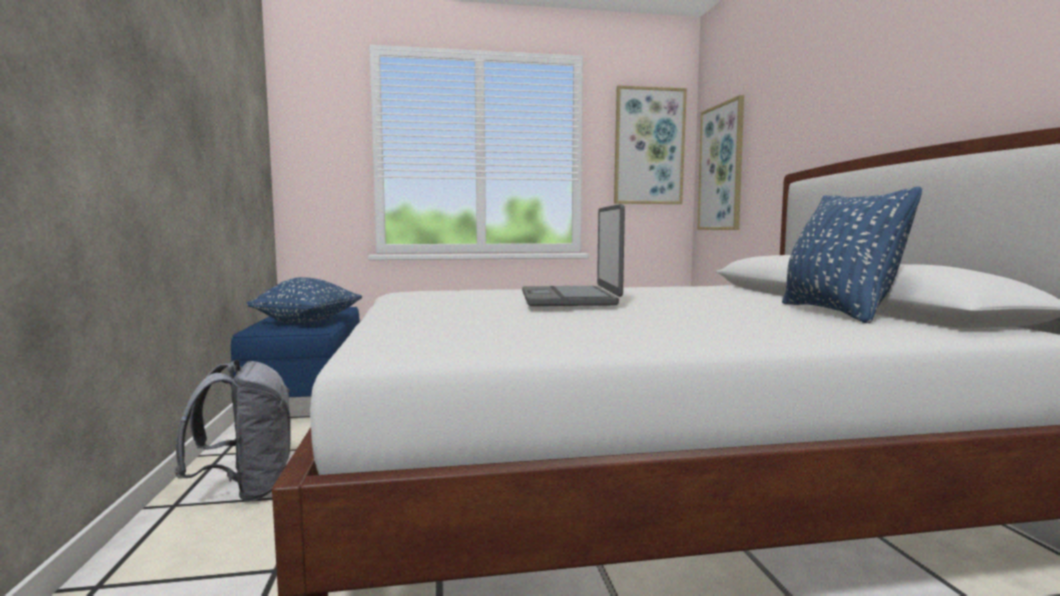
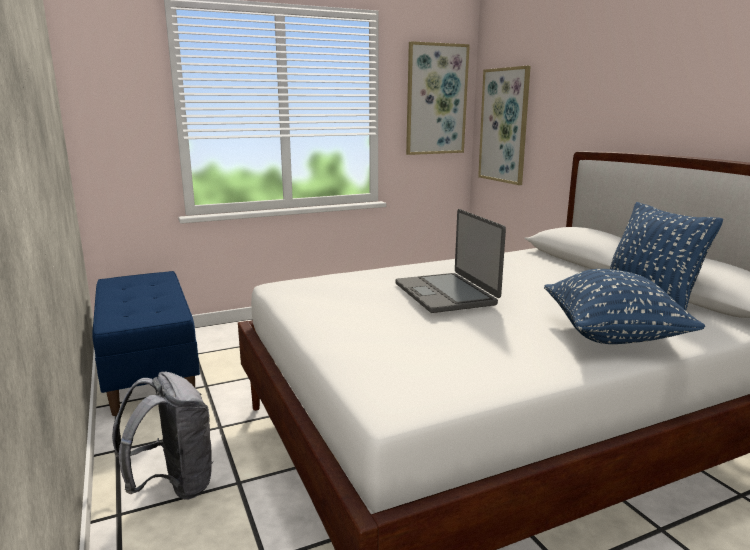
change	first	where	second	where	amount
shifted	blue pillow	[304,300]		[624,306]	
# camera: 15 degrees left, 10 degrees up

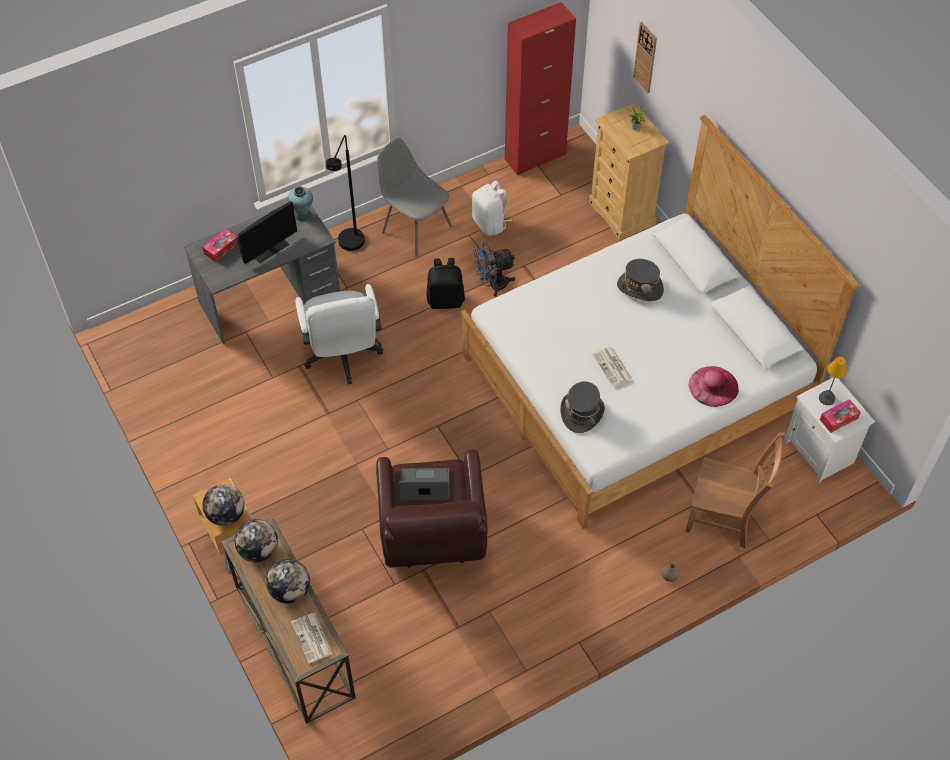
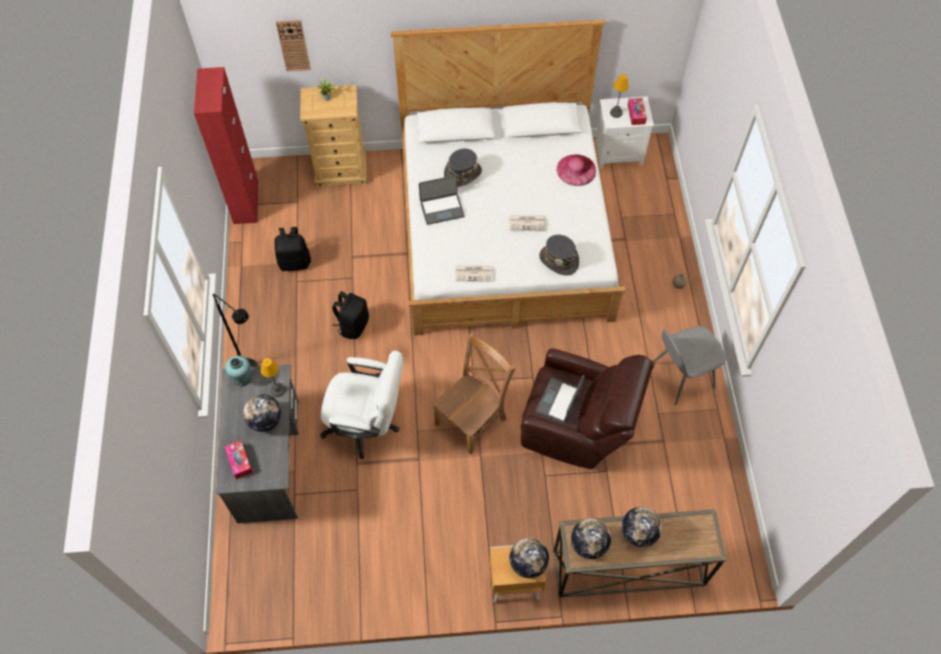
change	first	where	second	where	amount
gone	blue fan	[494,269]			
new			table lamp	[273,377]	
new			laptop	[441,200]	
shifted	newspaper	[311,638]		[473,273]	
shifted	grey chair	[414,197]		[689,365]	
shifted	brown chair	[735,490]		[474,393]	
swapped	monitor	[267,232]	globe	[262,413]	
repainted	white backpack	[492,208]	black backpack	[292,249]	
# camera: 65 degrees left, 5 degrees up

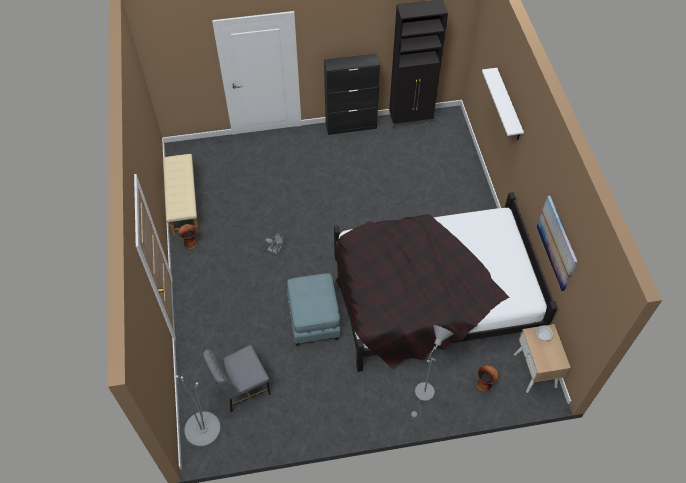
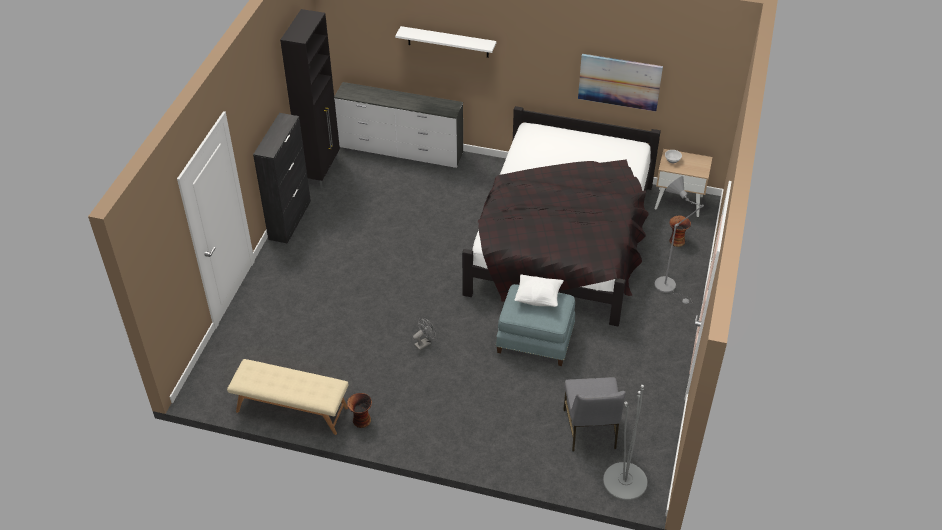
change	first	where	second	where	amount
new			white dresser	[398,125]	
new			white pillow	[539,291]	
# camera: 65 degrees left, 10 degrees down

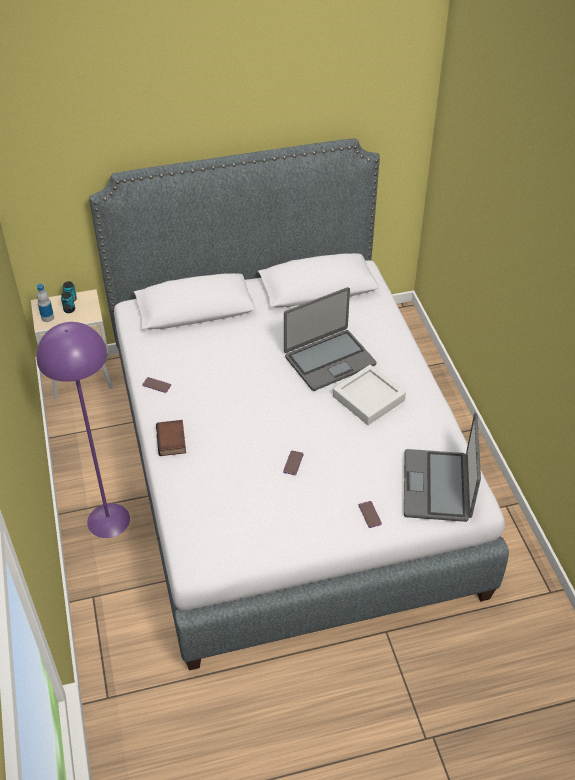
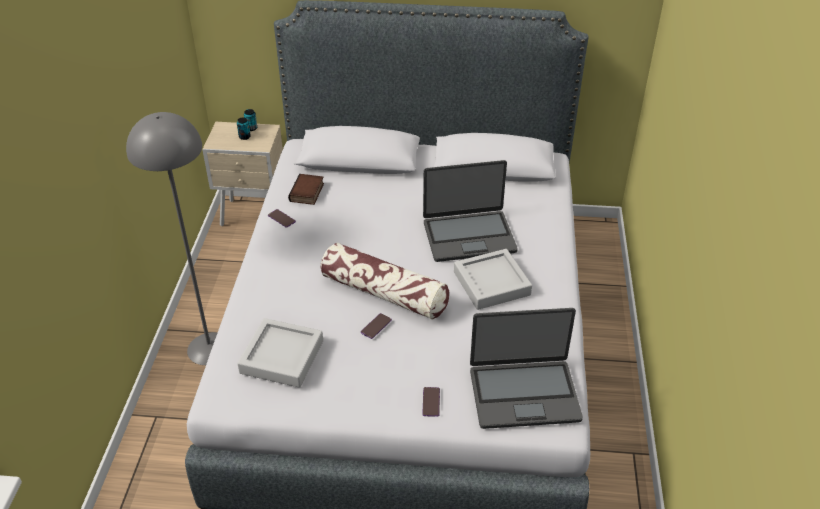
change	first	where	second	where	amount
gone	bottle	[45,303]			
new			grey tray	[280,353]	
new			pillow	[385,281]	
shifted	book	[171,438]		[306,189]	
repainted	purple floor lamp	[83,430]	grey floor lamp	[171,238]	
rotated	laptop	[442,467]		[526,368]	120 degrees counterclockwise
# camera: 20 degrees right, 5 degrees down

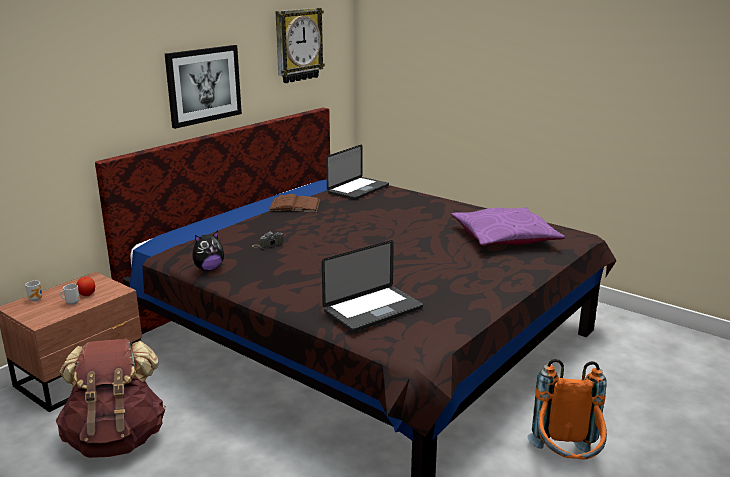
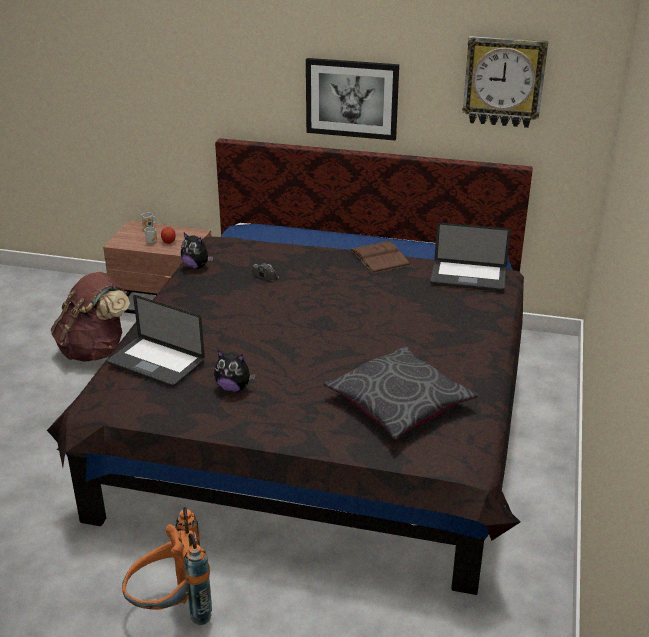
change	first	where	second	where	amount
new			plush toy	[235,371]	
repainted	purple pillow	[508,226]	grey pillow	[401,393]	
# camera: 65 degrees right, 10 degrees up

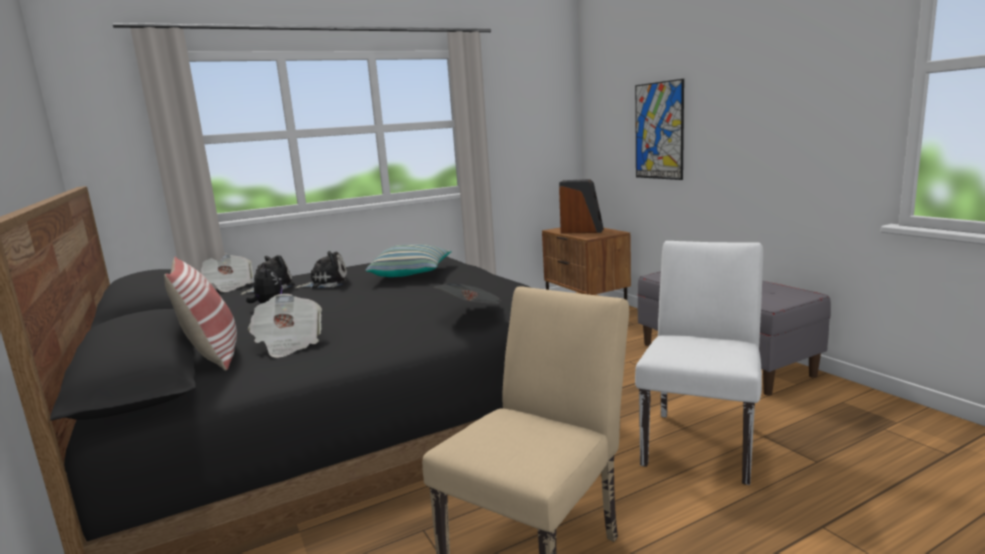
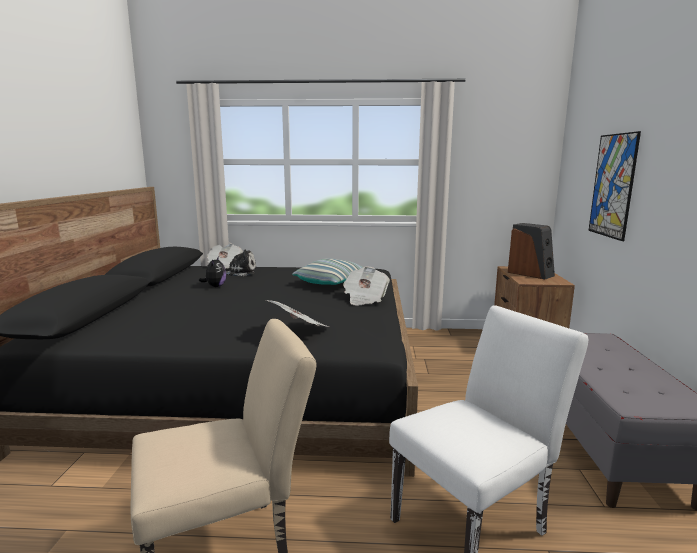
change	first	where	second	where	amount
gone	pillow	[200,313]			
gone	plush toy	[321,269]			
shifted	newspaper	[285,326]		[366,286]	
# camera: 30 degrees right, 0 degrees up

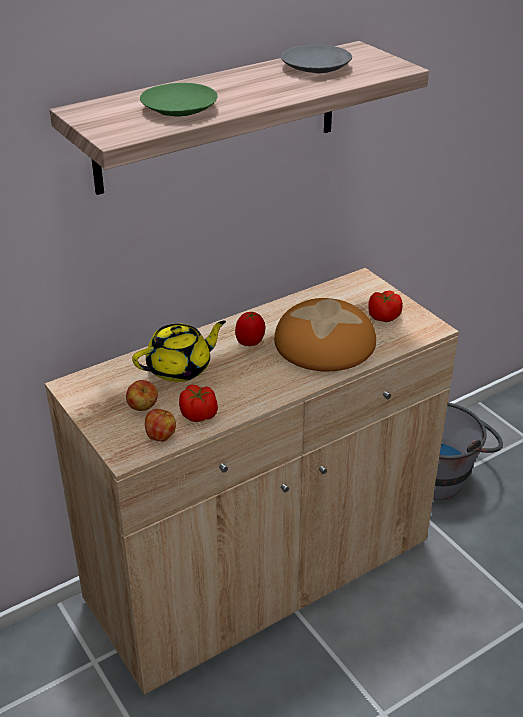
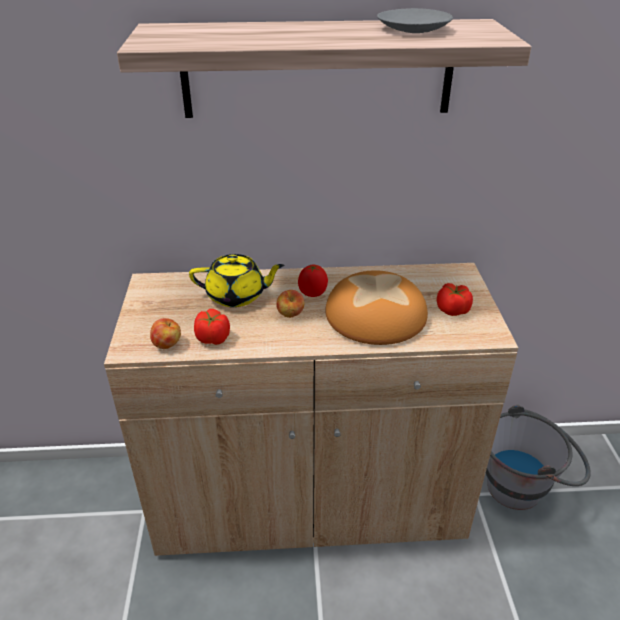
change	first	where	second	where	amount
gone	green plate	[179,99]			
shifted	apple	[142,395]		[290,304]	
# camera: 30 degrees right, 0 degrees up

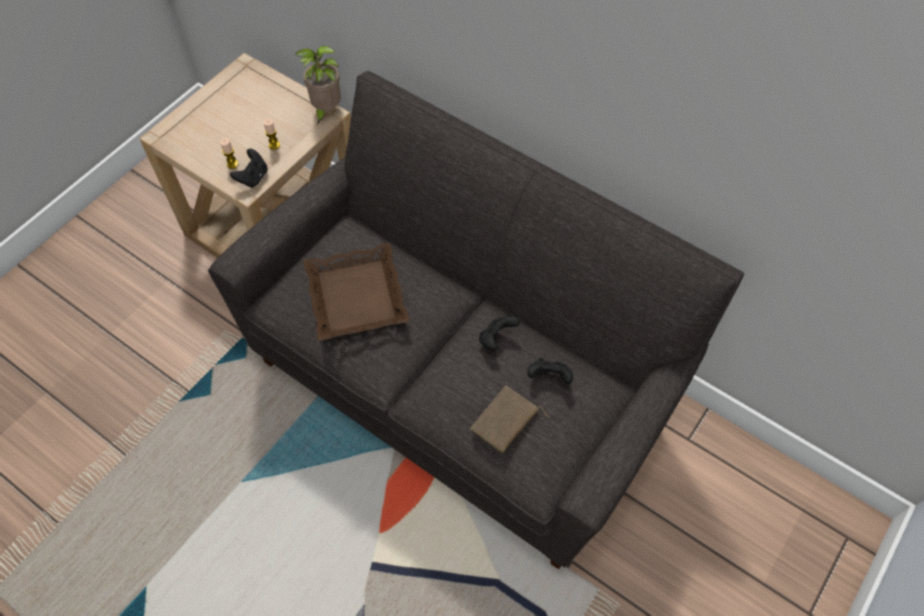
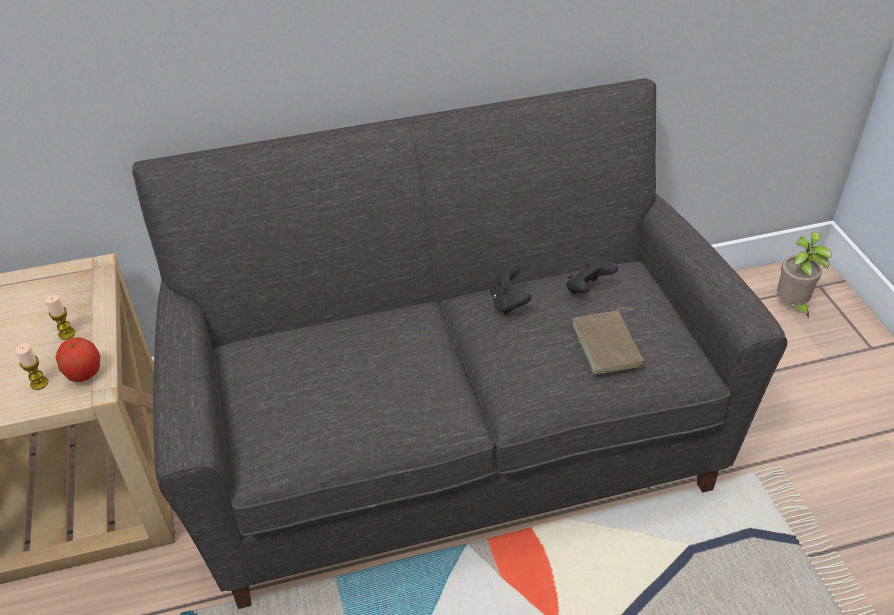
change	first	where	second	where	amount
gone	brown tray	[356,292]			
shifted	potted plant	[318,85]		[804,274]	
swapped	black game controller	[249,168]	apple	[77,359]	
# camera: 50 degrees left, 15 degrees down

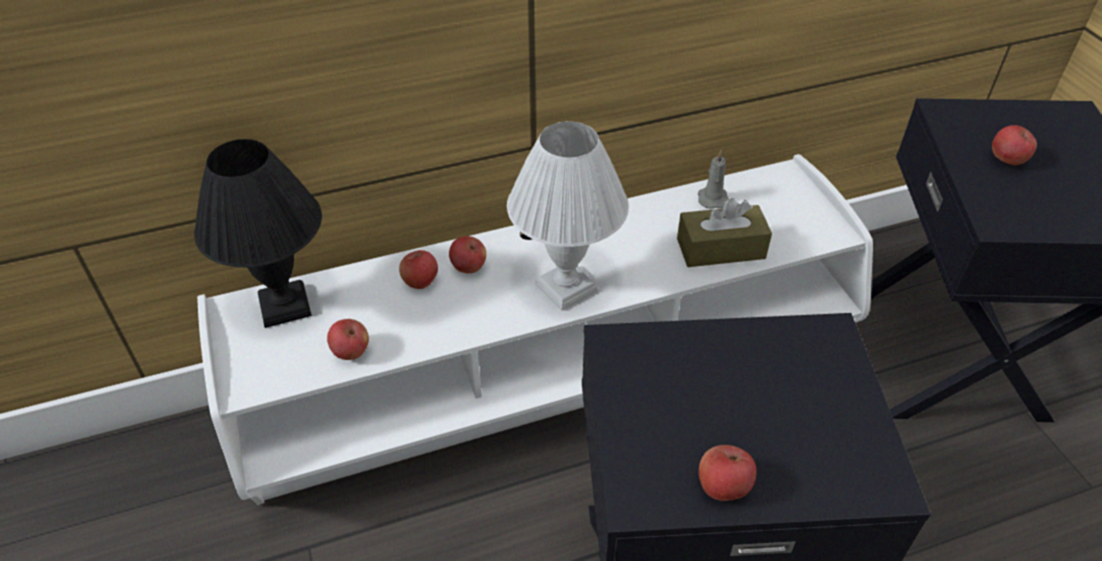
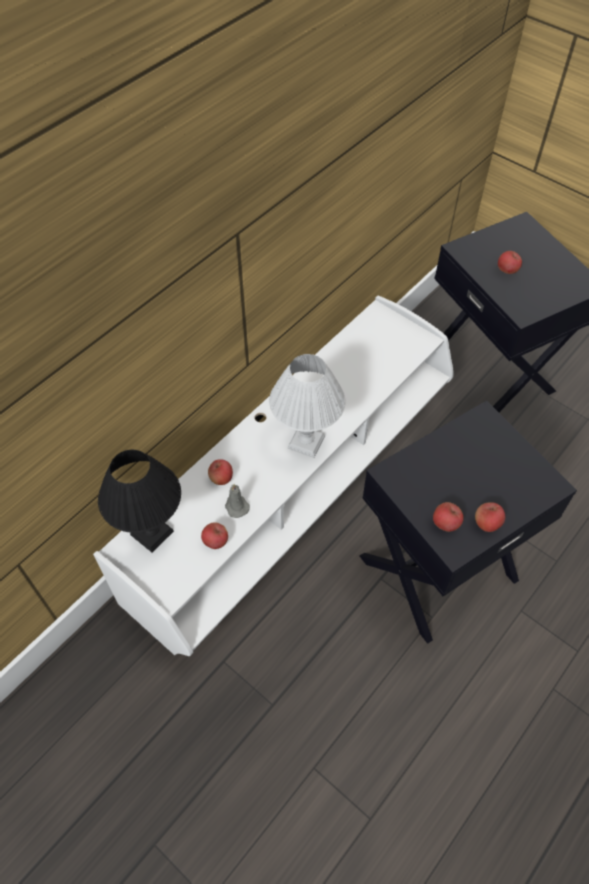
change	first	where	second	where	amount
gone	brown tissue box	[724,232]			
shifted	apple	[467,254]		[448,517]	
shifted	grey candle	[713,179]		[237,501]	
# camera: 30 degrees left, 10 degrees up

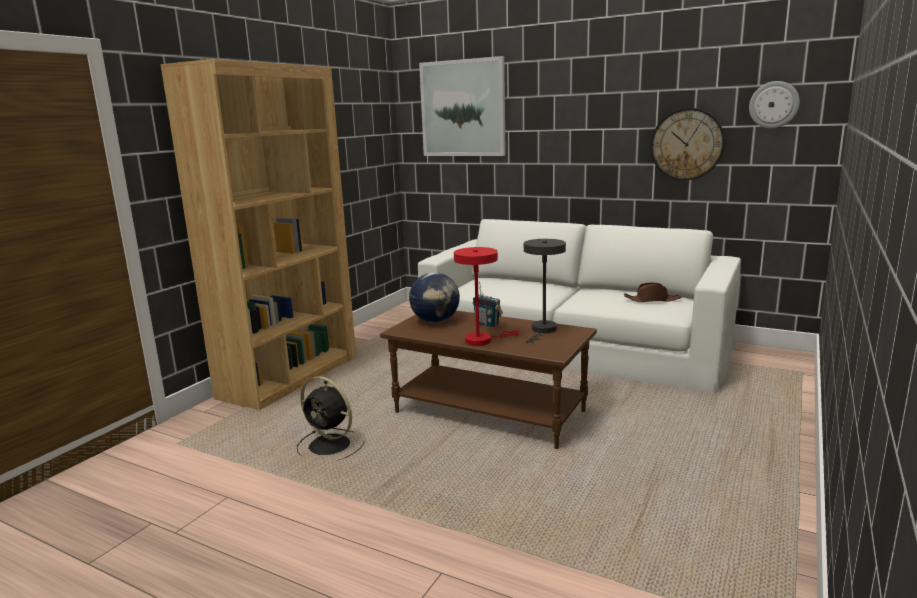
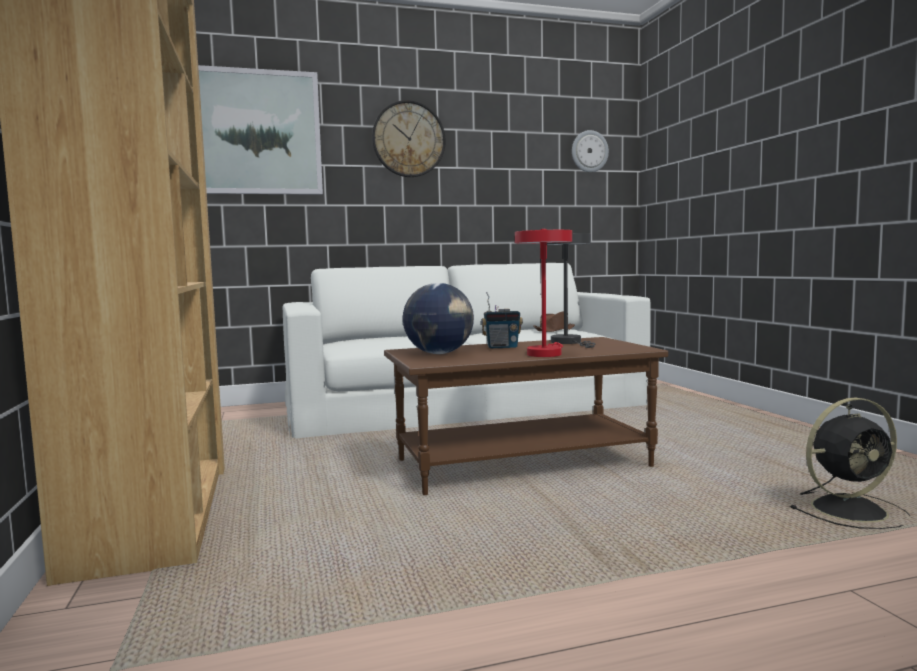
change	first	where	second	where	amount
shifted	black fan	[331,418]		[850,463]	
shifted	wall clock	[687,144]		[409,138]	
# camera: 45 degrees left, 10 degrees down

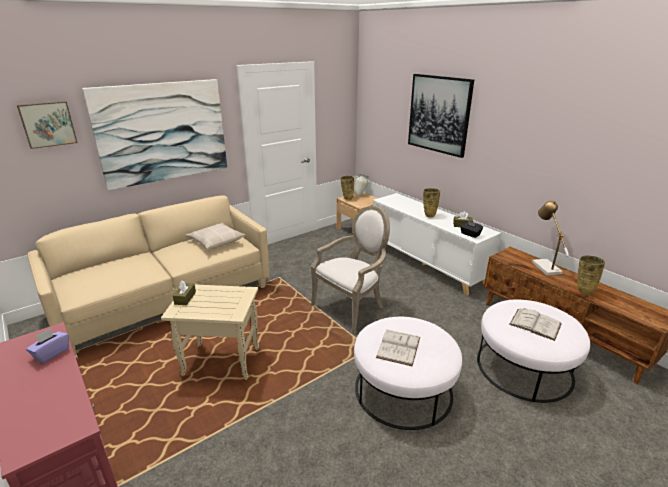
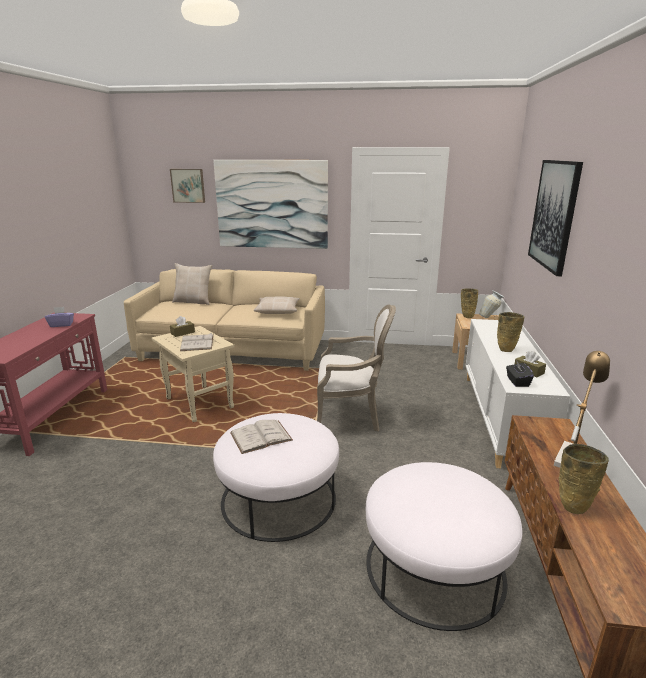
change	first	where	second	where	amount
new			beige pillow	[192,284]	
shifted	white book	[535,324]		[197,342]	
# camera: 45 degrees right, 5 degrees down

